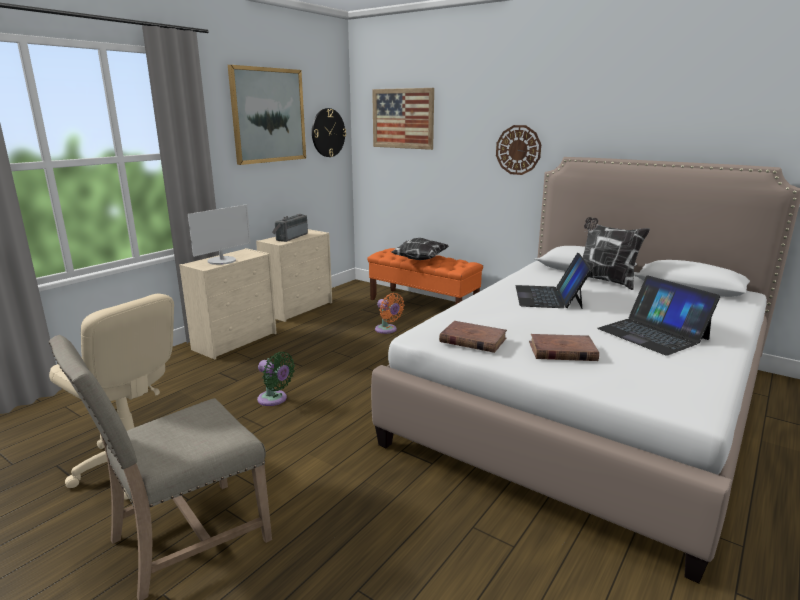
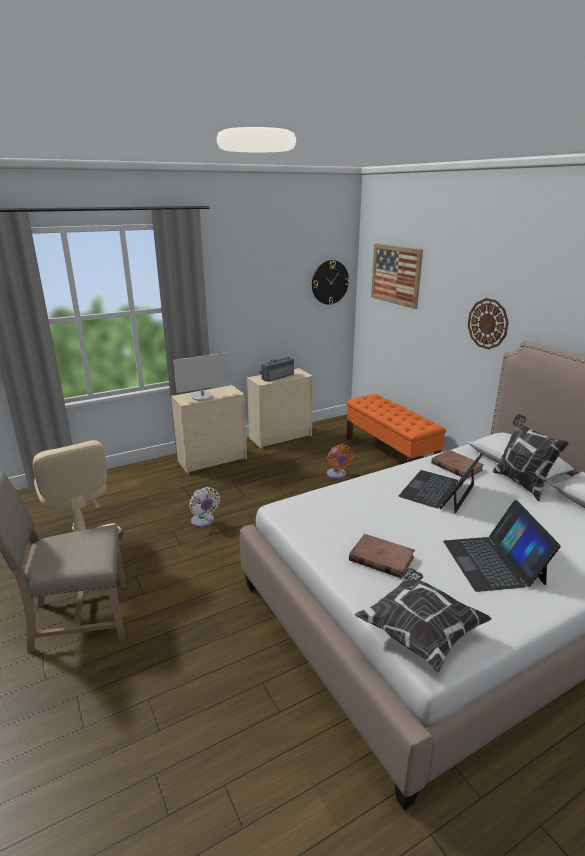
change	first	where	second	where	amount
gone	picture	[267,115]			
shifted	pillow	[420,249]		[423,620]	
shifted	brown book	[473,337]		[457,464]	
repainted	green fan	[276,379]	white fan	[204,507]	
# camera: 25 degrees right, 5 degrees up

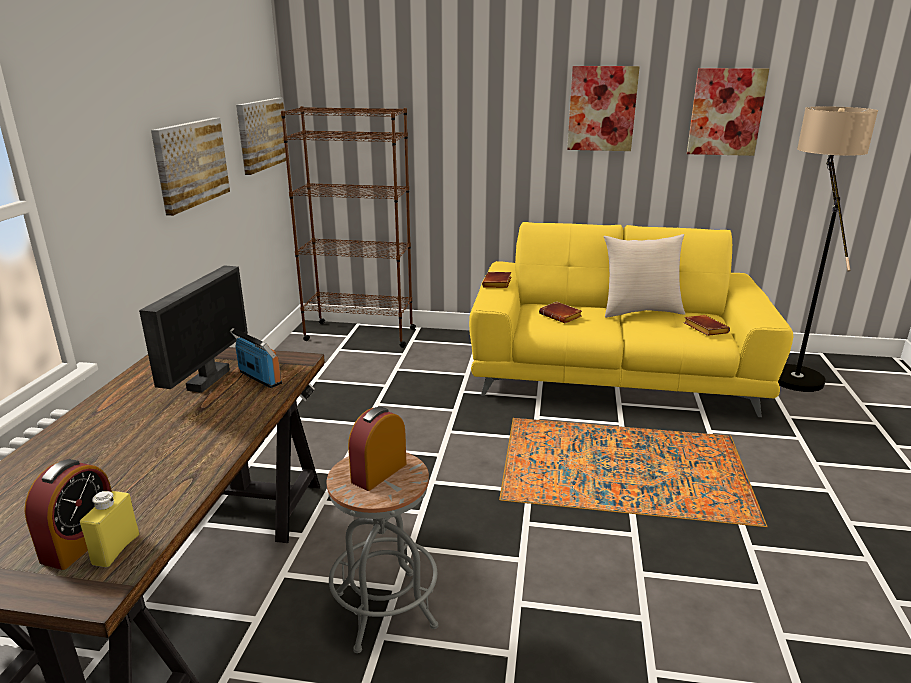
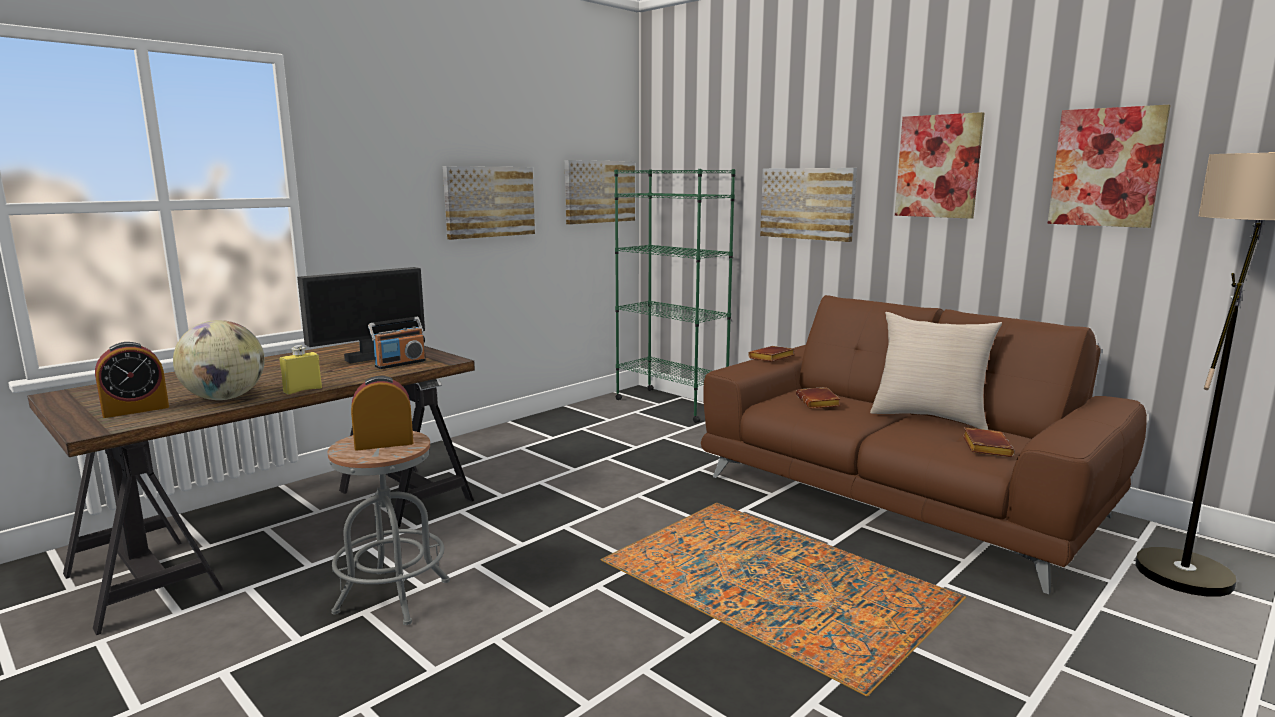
change	first	where	second	where	amount
new			globe	[219,360]	
new			picture	[808,205]	
shifted	yellow bottle	[109,529]		[301,370]	
repainted	brown bookcase	[348,227]	green bookcase	[675,296]	
repainted	yellow sofa	[631,319]	brown sofa	[924,444]	
rotated	radio	[256,358]		[397,343]	60 degrees clockwise
# camera: 35 degrees right, 10 degrees down

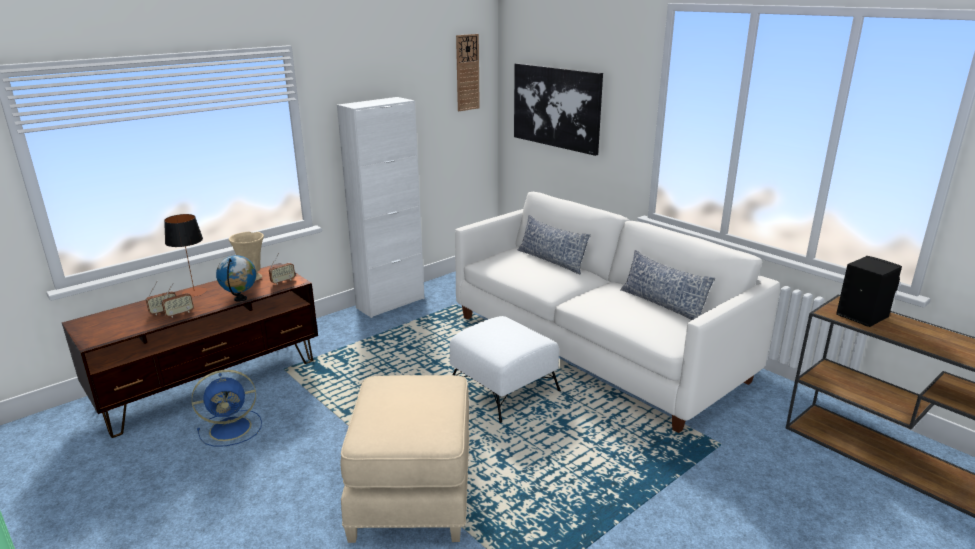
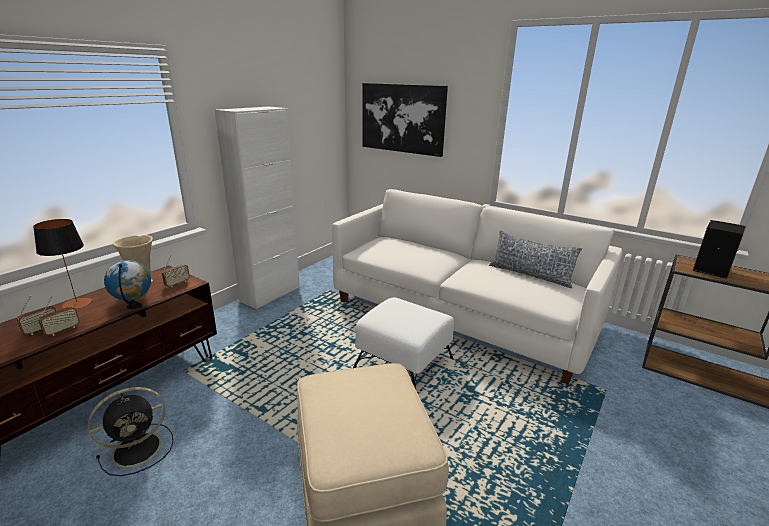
change	first	where	second	where	amount
gone	wall clock	[468,72]			
gone	pillow	[554,244]			
repainted	blue fan	[227,408]	black fan	[130,431]	
# camera: 15 degrees left, 0 degrees up

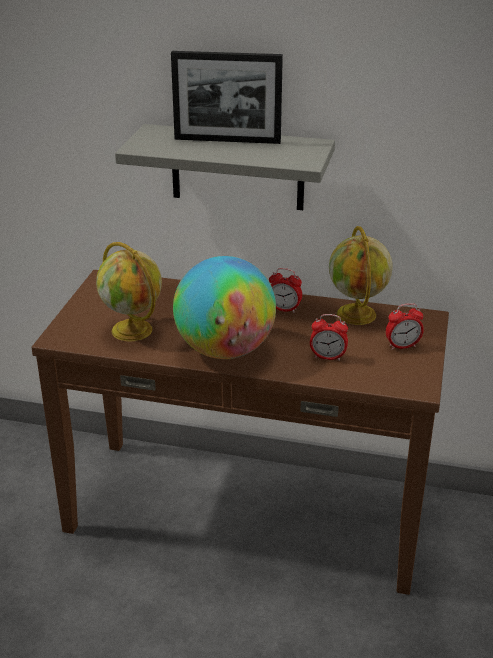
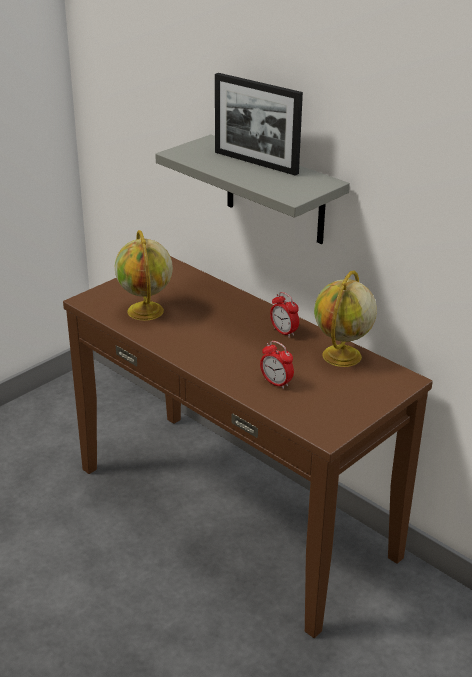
change	first	where	second	where	amount
gone	globe	[224,307]			
gone	alarm clock	[405,326]			
# camera: 30 degrees right, 0 degrees up

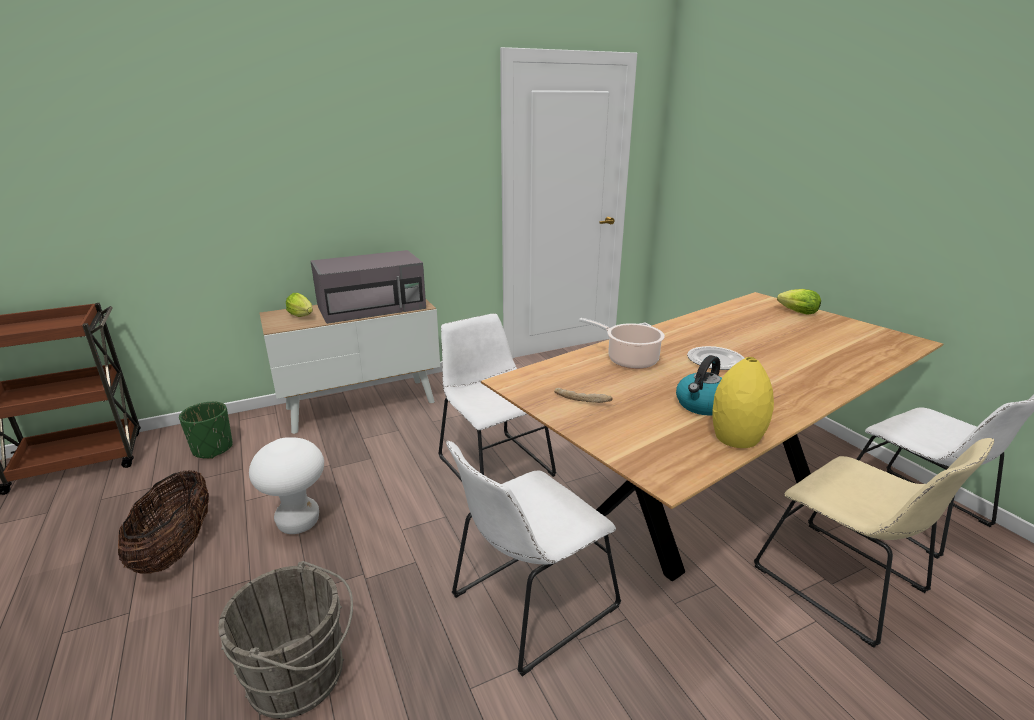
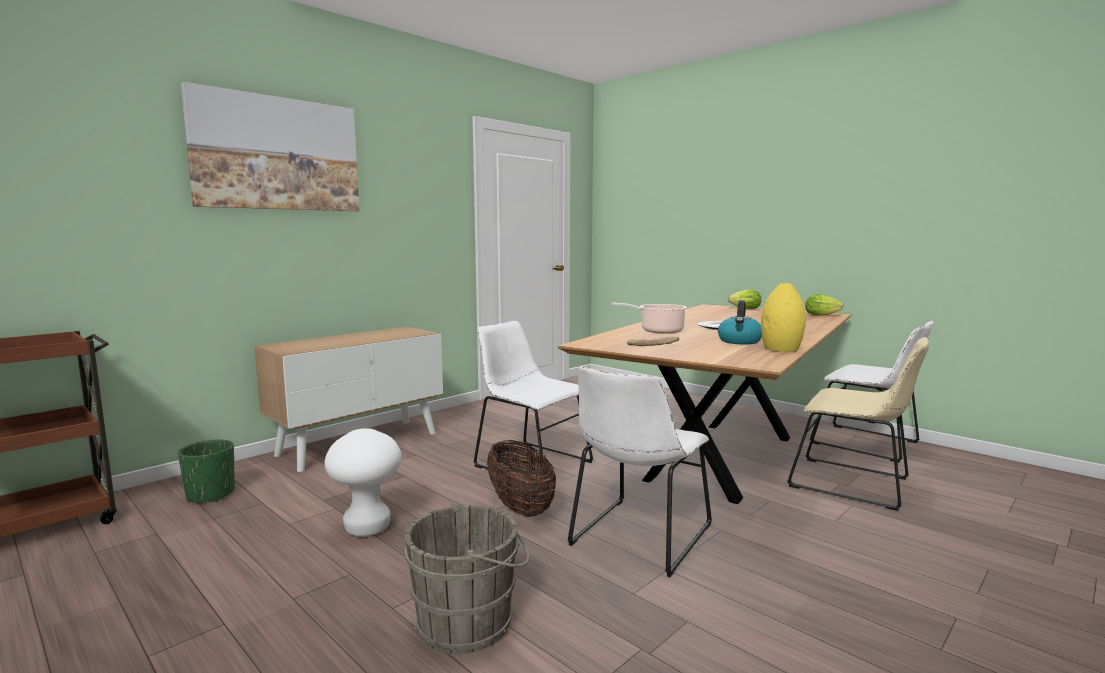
change	first	where	second	where	amount
gone	grey microwave	[368,287]			
new			picture	[270,146]	
shifted	basket	[163,522]		[521,478]	
shifted	lettuce	[299,305]		[824,305]	
# camera: 20 degrees left, 15 degrees down

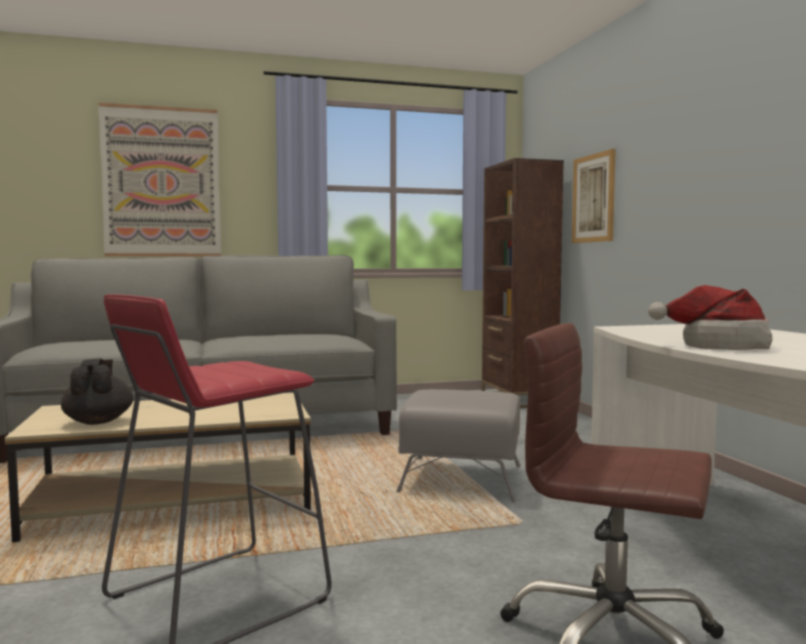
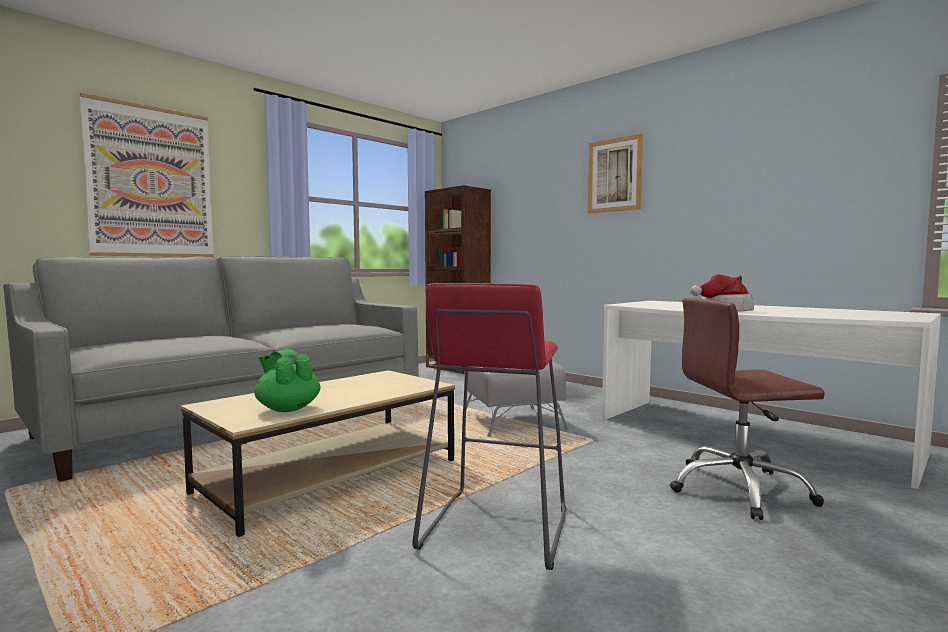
change	first	where	second	where	amount
shifted	picture	[594,196]		[615,173]	
repainted	black teapot	[97,391]	green teapot	[287,380]	
# camera: 30 degrees left, 0 degrees up

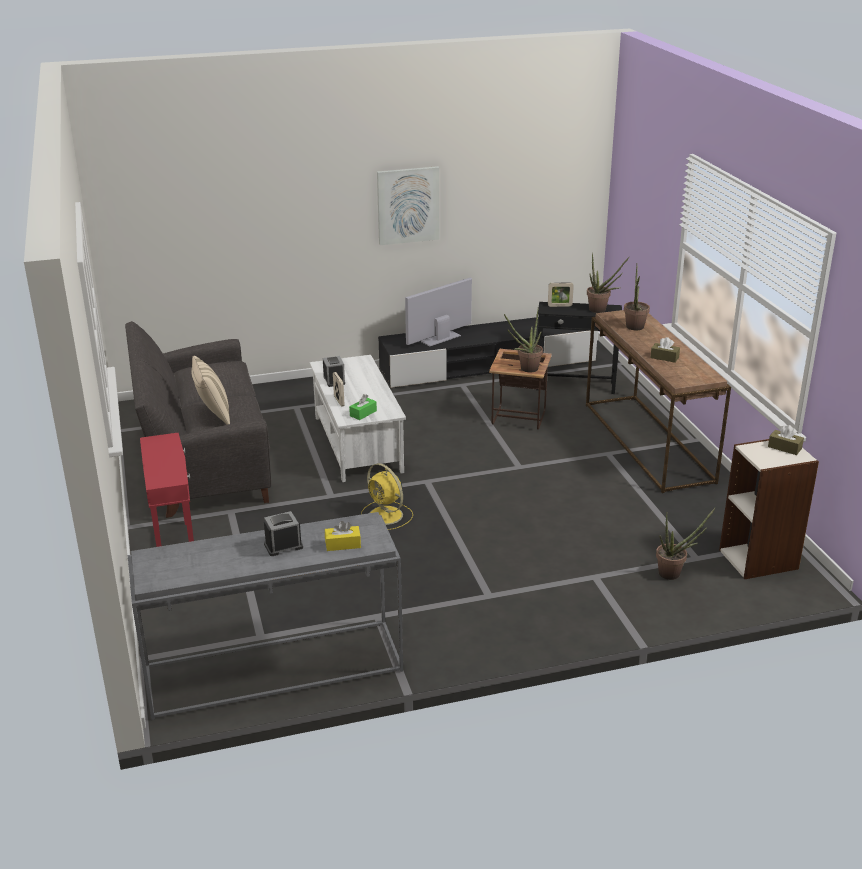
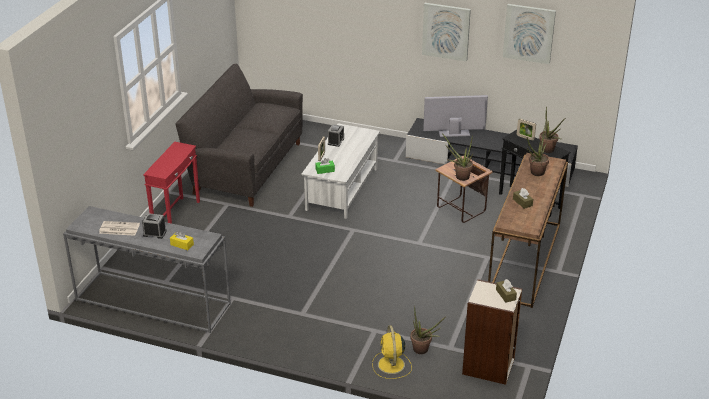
change	first	where	second	where	amount
gone	beige pillow	[210,390]			
new			newspaper	[119,228]	
new			picture	[529,34]	
shifted	yellow fan	[387,496]		[392,352]	
# camera: 35 degrees right, 5 degrees up

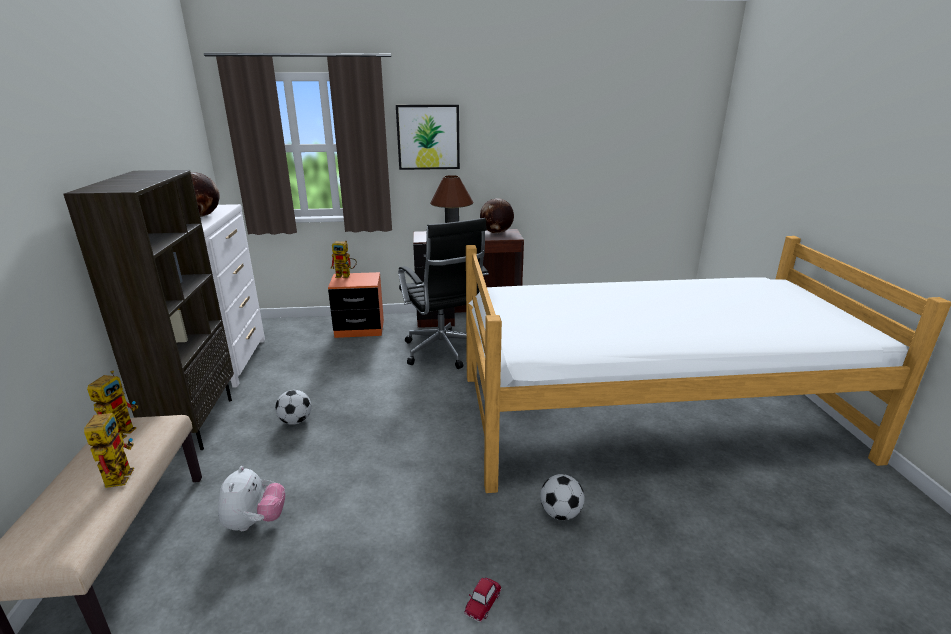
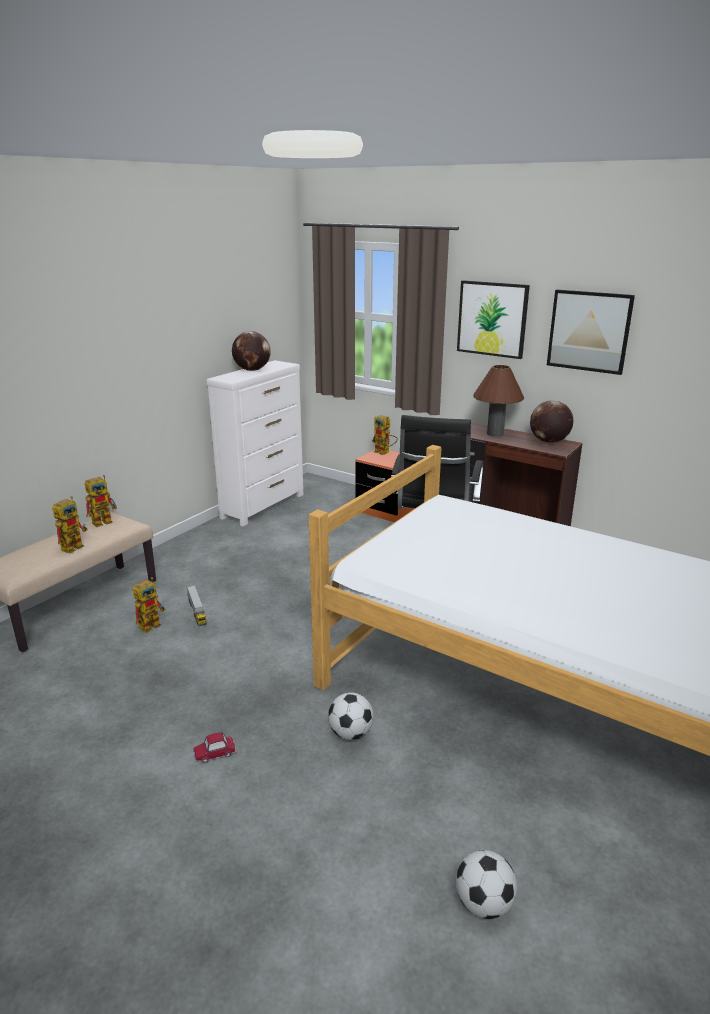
change	first	where	second	where	amount
gone	brown bookcase	[149,310]			
new			toy truck	[196,606]	
new			picture	[591,332]	
shifted	football	[293,407]		[486,884]	
swapped	plush toy	[251,498]	toy robot	[149,605]	
# camera: 40 degrees right, 0 degrees up

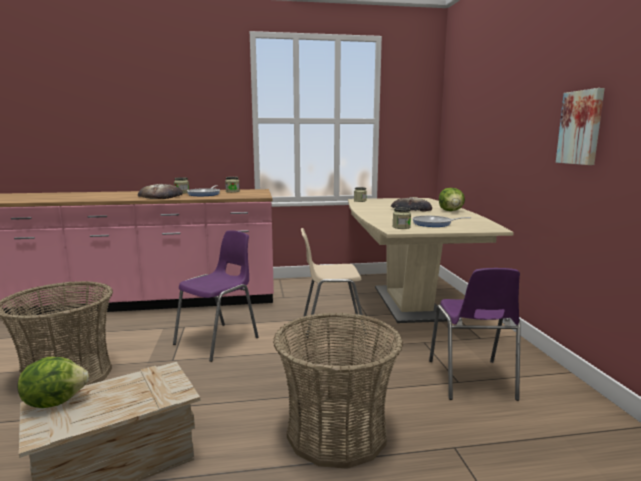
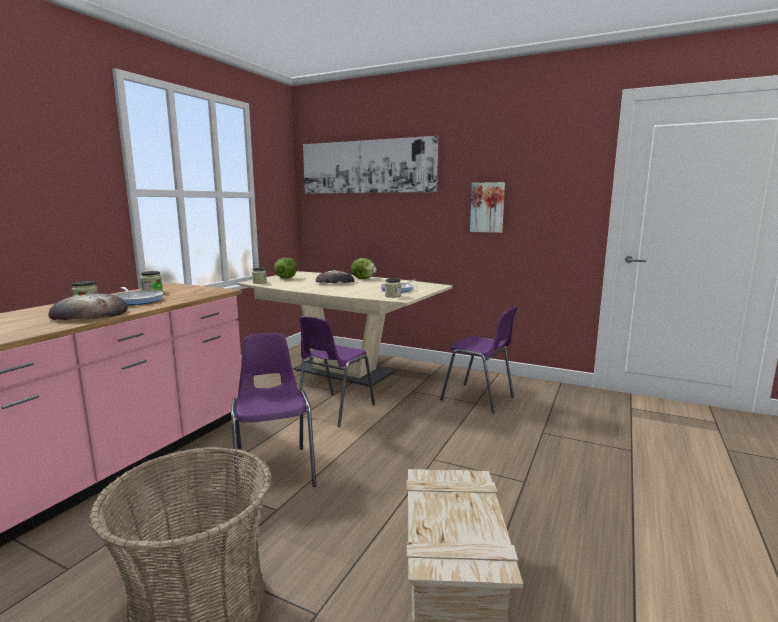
change	first	where	second	where	amount
gone	basket	[338,390]			
new			picture	[370,164]	
shifted	lettuce	[53,382]		[285,268]	
repainted	beige chair	[333,283]	purple chair	[337,371]	
# camera: 55 degrees left, 0 degrees up

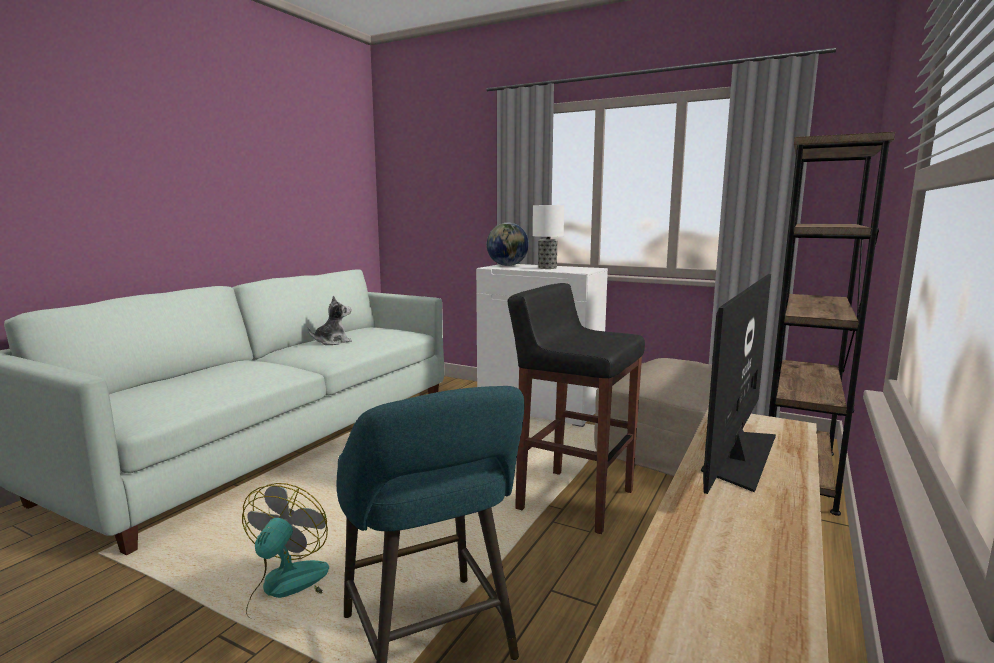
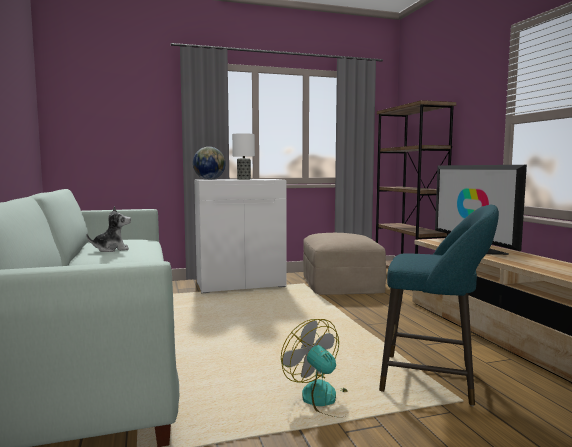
change	first	where	second	where	amount
gone	black stool	[576,408]			
rotated	plush toy	[330,320]		[109,229]	60 degrees clockwise
# camera: 45 degrees left, 5 degrees down

